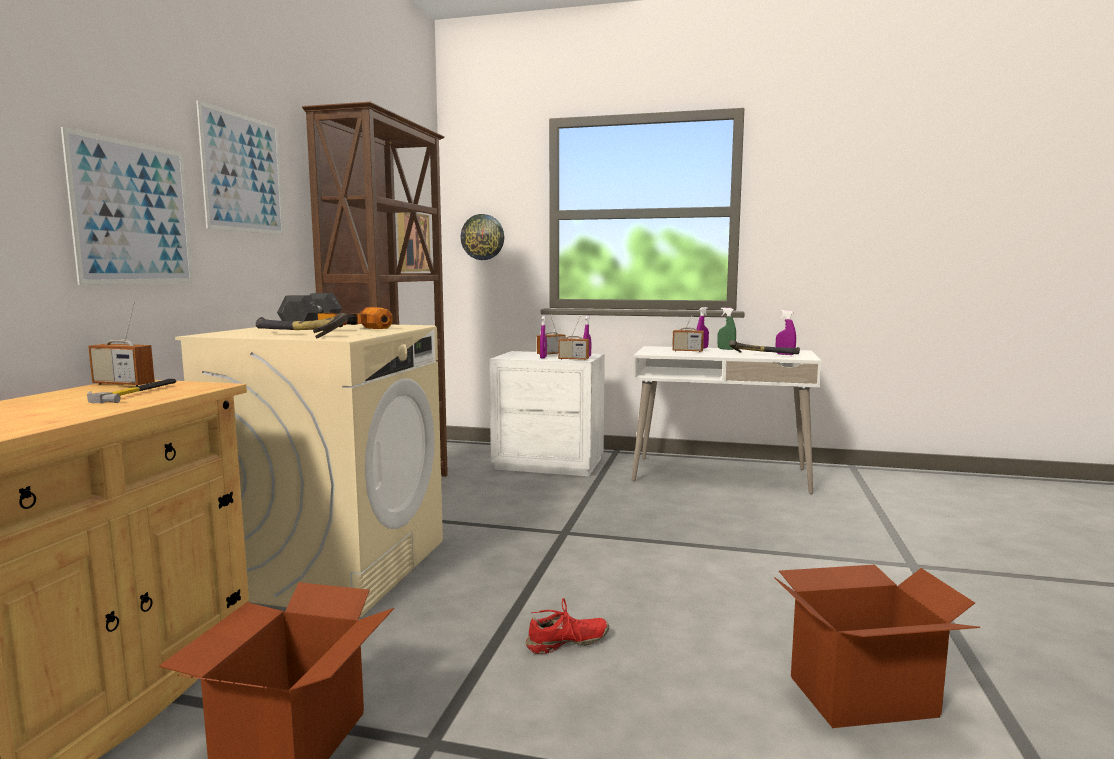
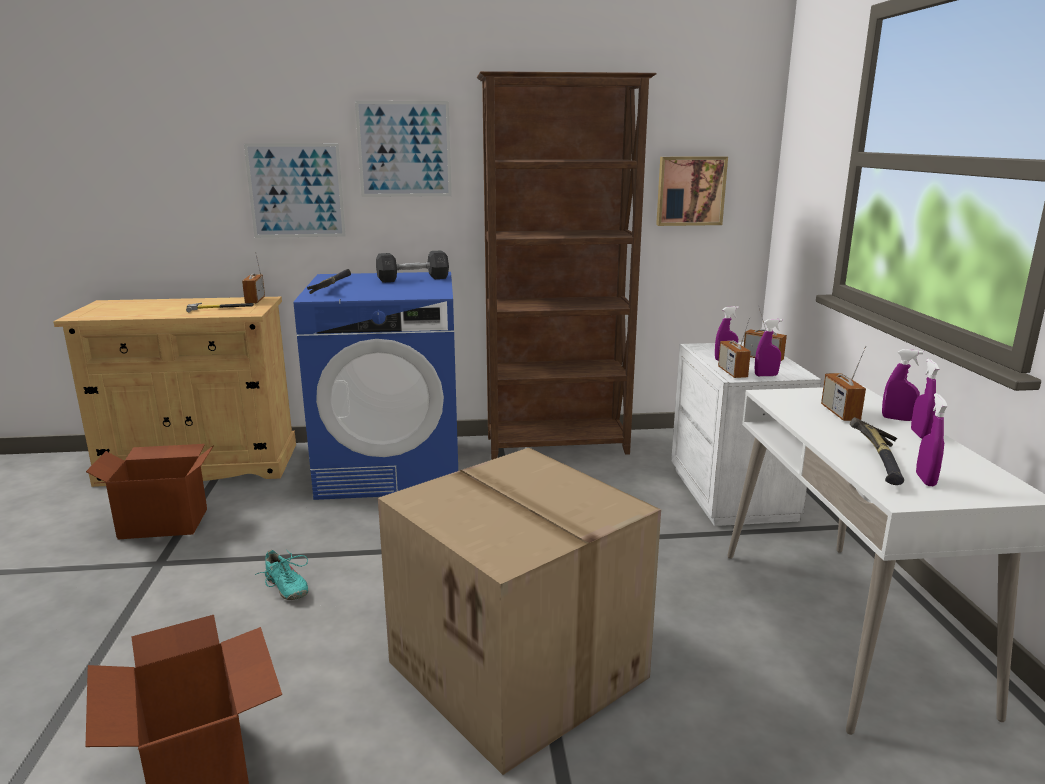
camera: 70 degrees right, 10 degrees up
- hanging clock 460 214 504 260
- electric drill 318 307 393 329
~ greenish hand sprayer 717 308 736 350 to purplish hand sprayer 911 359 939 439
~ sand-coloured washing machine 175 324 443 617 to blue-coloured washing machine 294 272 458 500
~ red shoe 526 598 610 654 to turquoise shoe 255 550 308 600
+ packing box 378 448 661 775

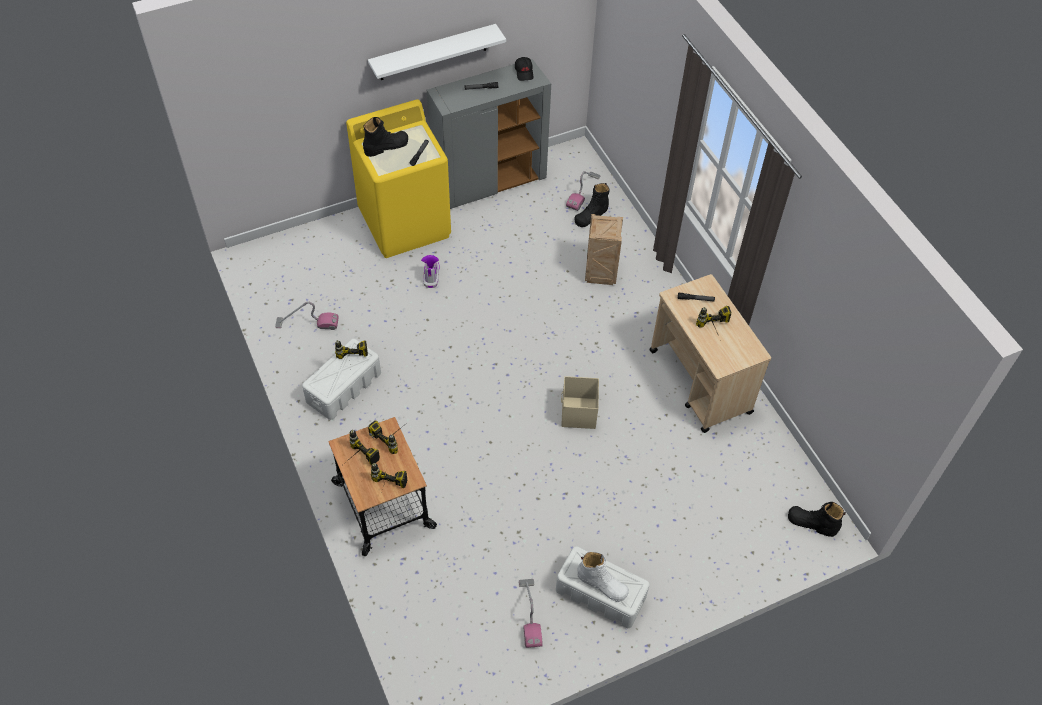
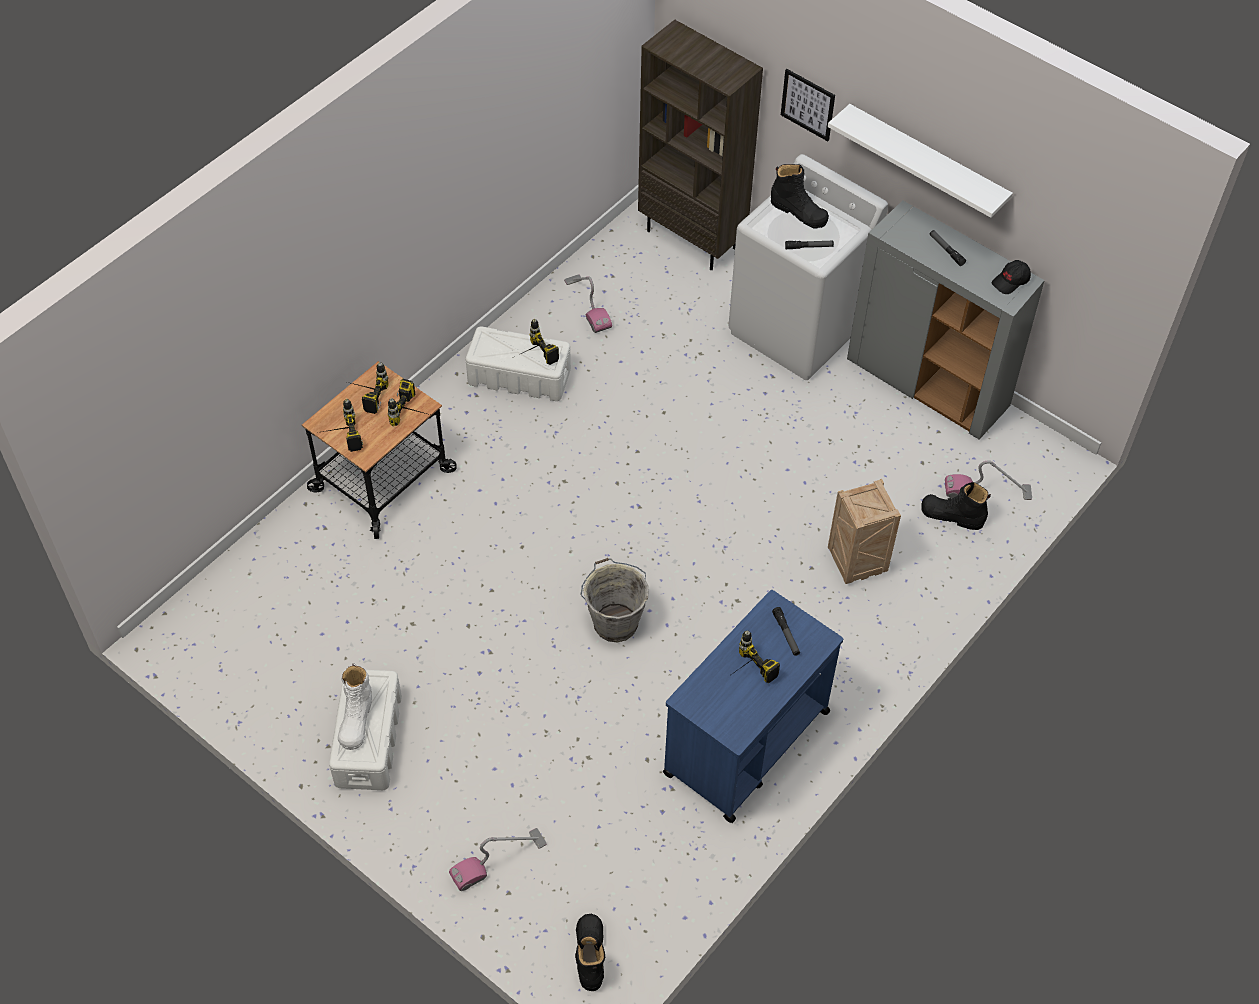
camera: 65 degrees right, 0 degrees up
~ yellowish washing machine 346 99 451 258 to white-coloured washing machine 729 154 888 380
- tall boot 421 255 440 288
~ sand-coloured cart 649 274 771 433 to blue-coloured cart 663 590 843 823
~ sand-coloured storage bin 561 376 599 429 to grey bucket 580 558 649 643
~ vacuum 519 579 543 648 to 449 828 547 891
+ brown-coloured bookshelf 638 20 763 270
+ picture 781 69 835 141

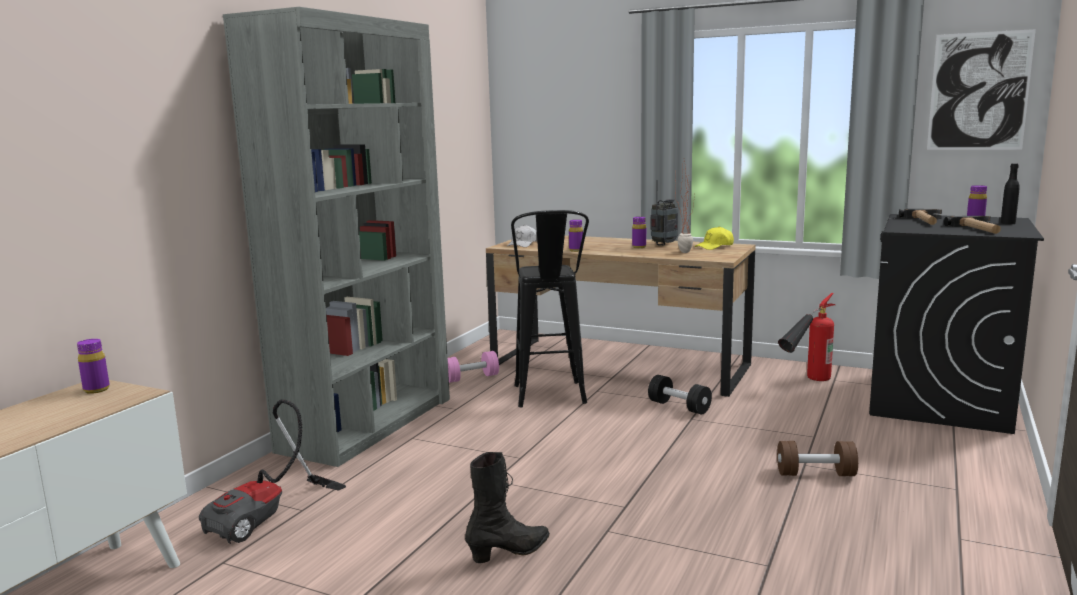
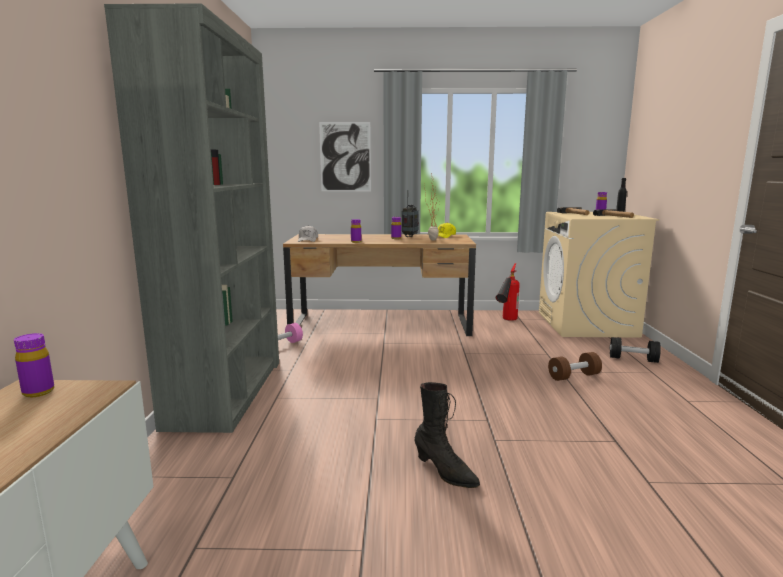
camera: 25 degrees left, 0 degrees up
~ picture 927 29 1036 150 to 319 122 371 191
- blackish stool 511 210 589 408
~ blackish washing machine 869 214 1044 434 to sand-coloured washing machine 539 212 659 338
~ blackish hand weight 648 375 712 415 to 610 337 661 363
- vacuum 199 399 346 544
~ blackish tall boot 465 452 550 563 = 415 382 480 488 105 degrees clockwise

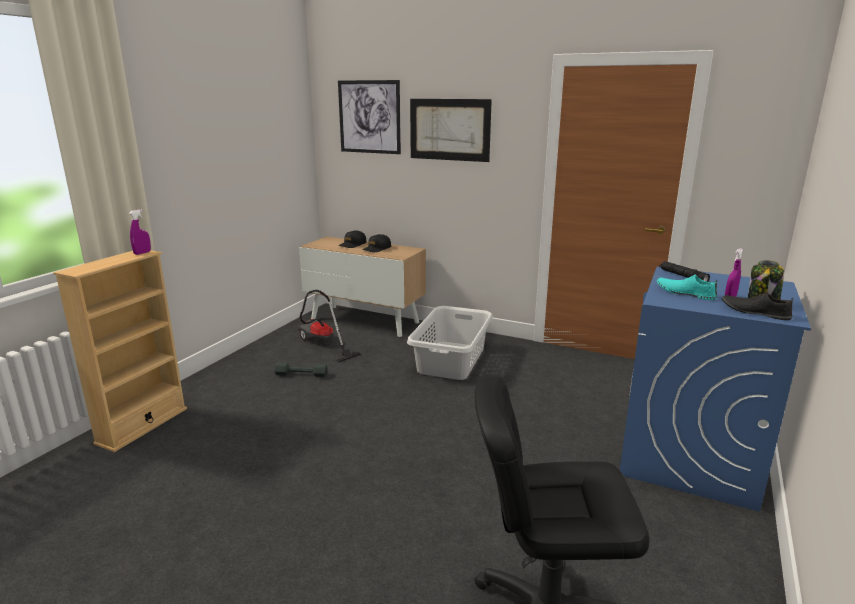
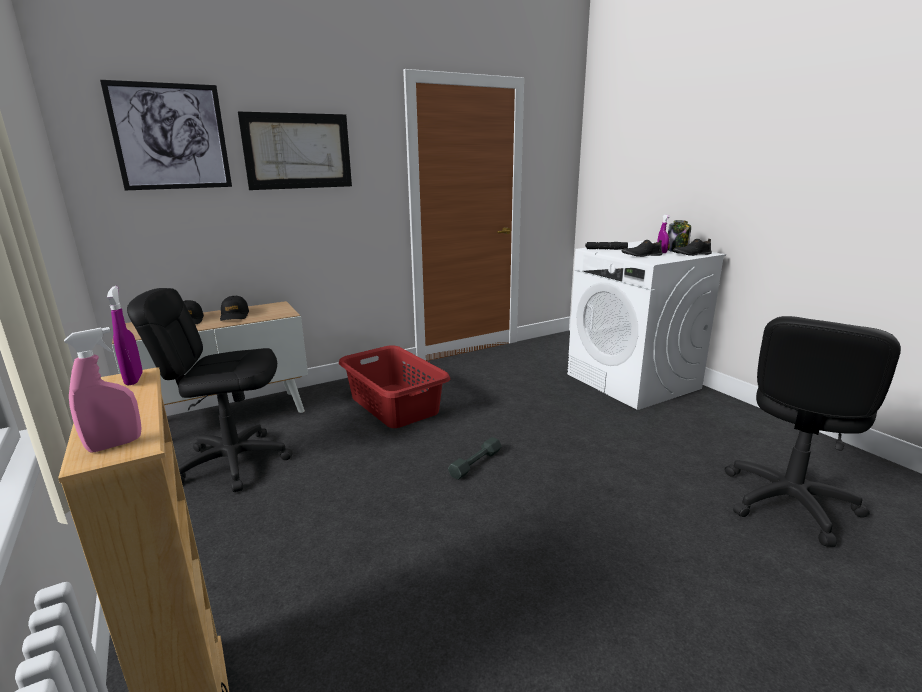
camera: 55 degrees left, 0 degrees up
~ blue-coloured washing machine 620 267 811 512 to white-coloured washing machine 567 241 726 410
~ turquoise shoe 657 275 717 300 to blackish shoe 622 240 663 257
~ vacuum 298 290 361 362 to blackish desk chair 127 288 292 492
~ grey hamper 407 306 493 380 to red hamper 339 345 450 428
~ grey hand weight 274 362 328 377 to 448 437 502 480
+ pink hand sprayer 64 327 142 453

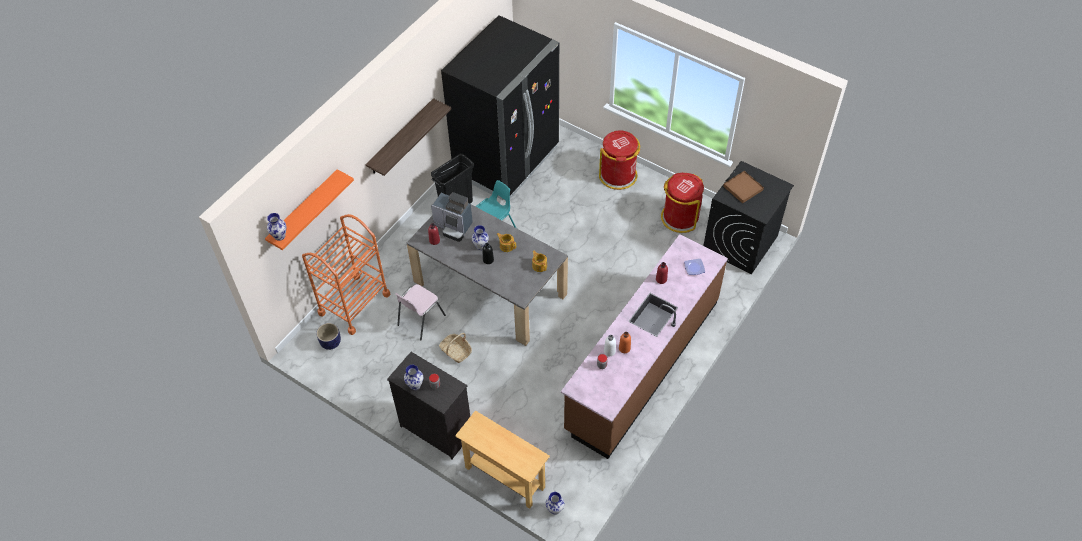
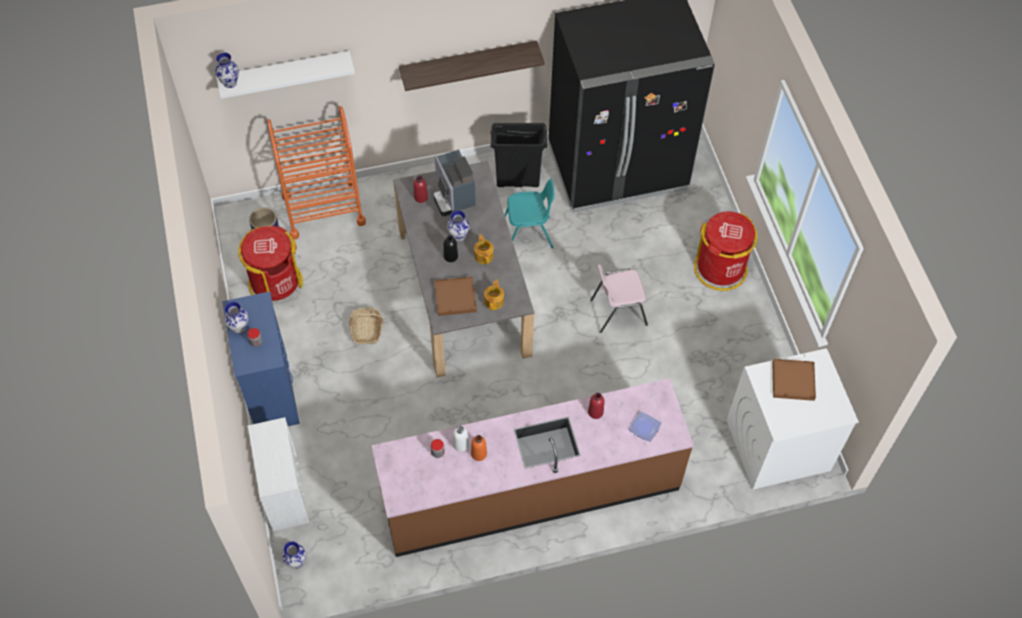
camera: 40 degrees right, 5 degrees up
~ blackish washing machine 703 161 794 274 to white-coloured washing machine 727 348 859 490
~ orange-coloured wall shelf 265 169 354 250 to white-coloured wall shelf 216 51 355 99
~ red waste bin 661 172 704 233 to 238 226 303 301
~ pink plain chair 396 284 446 340 to 590 264 648 333
~ blackish chest of drawers 387 352 470 459 to blue-coloured chest of drawers 222 292 300 426
~ sand-coloured narrow table 455 410 550 509 to white-coloured chest of drawers 247 417 309 531
+ brown-coloured carrying tray 434 277 477 316

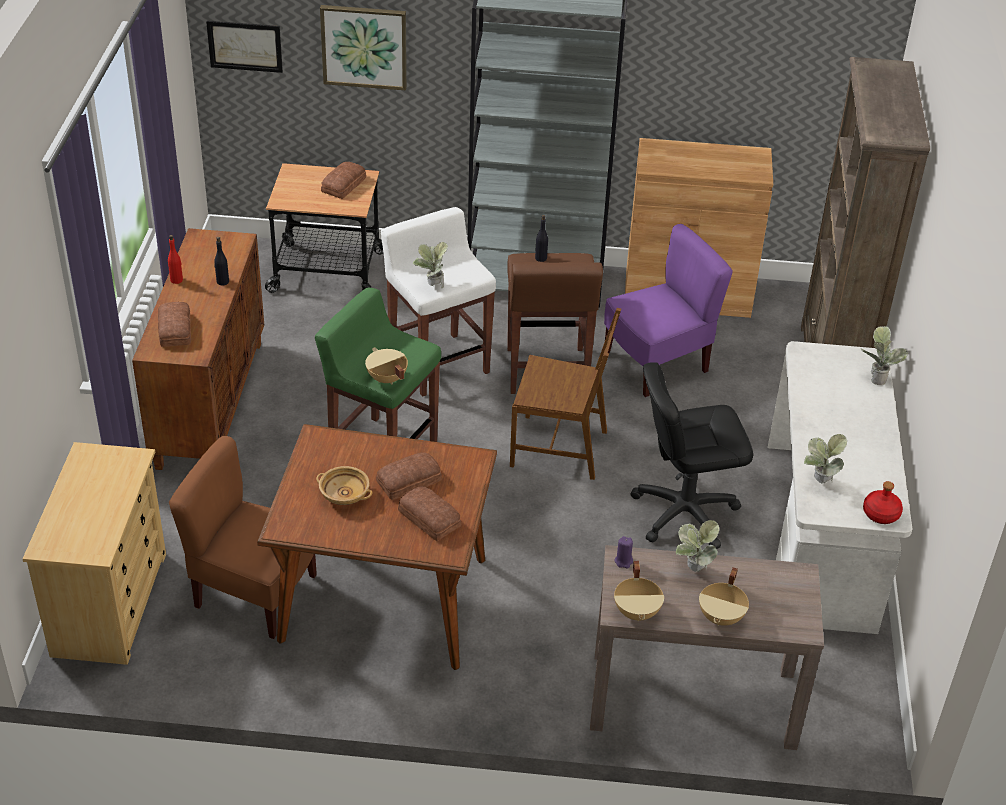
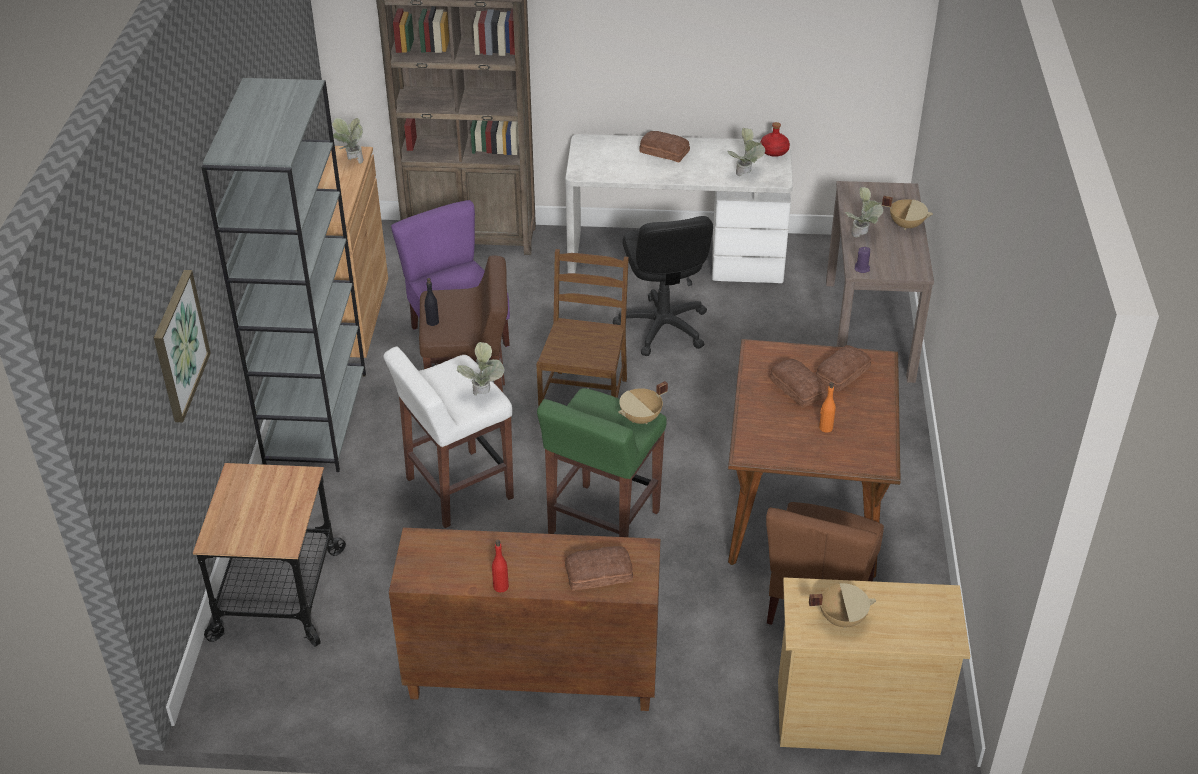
camera: 90 degrees left, 0 degrees up
- picture 206 21 283 73
~ bakery bread 321 162 366 199 to 639 131 690 162
- blackish beverage bottle 214 237 229 285
~ potted plant 860 326 908 385 to 332 118 364 164
~ sand-coloured deep dish 316 466 373 505 to orange-coloured beverage bottle 819 382 836 433
~ sand-coloured cooking pot 614 561 664 621 to 809 583 876 628

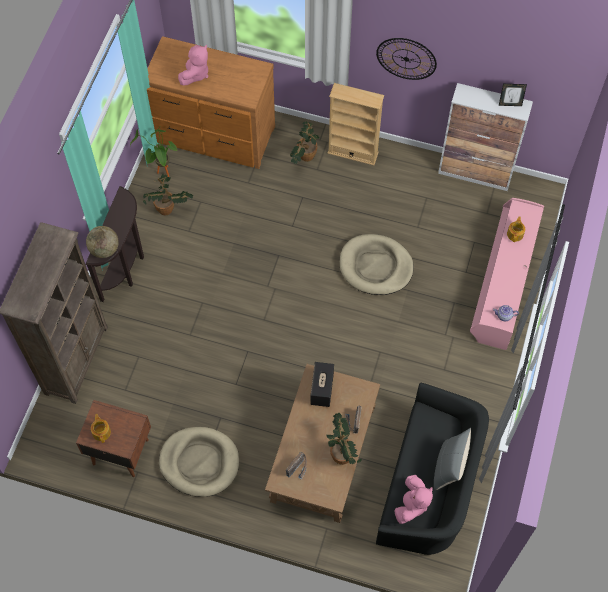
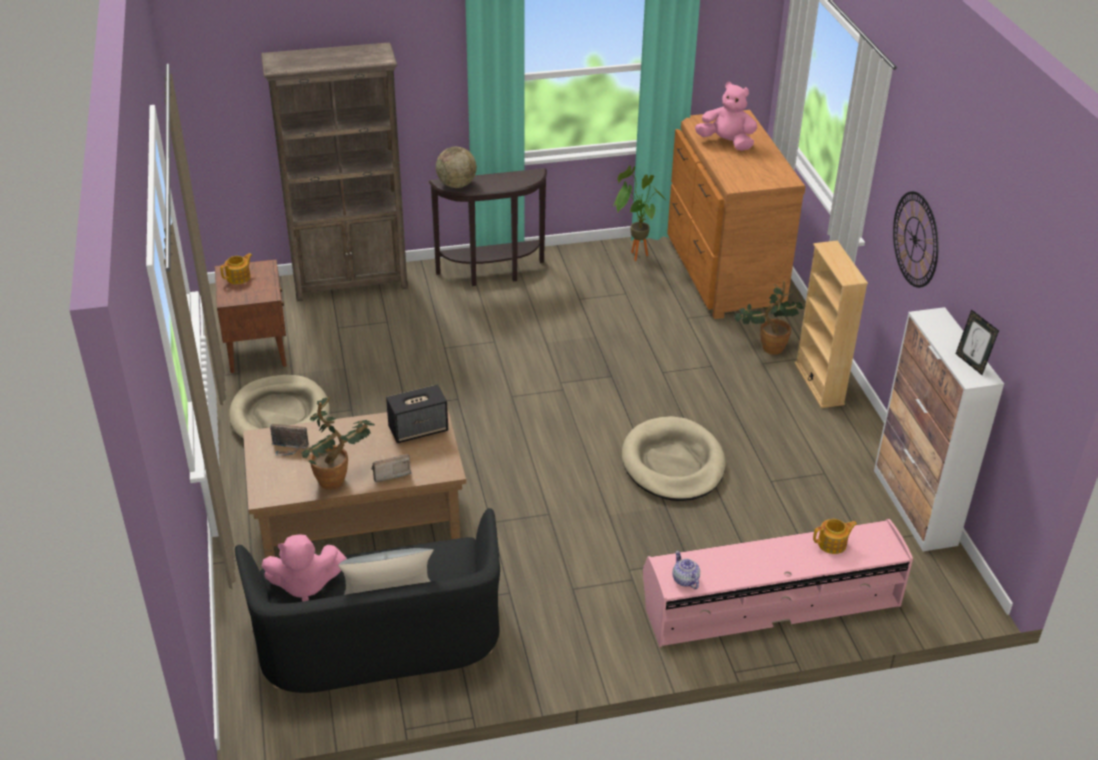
camera: 60 degrees right, 25 degrees down
~ pink plush toy 178 45 208 85 = 695 82 757 151 150 degrees counterclockwise
- potted plant 143 174 193 216

